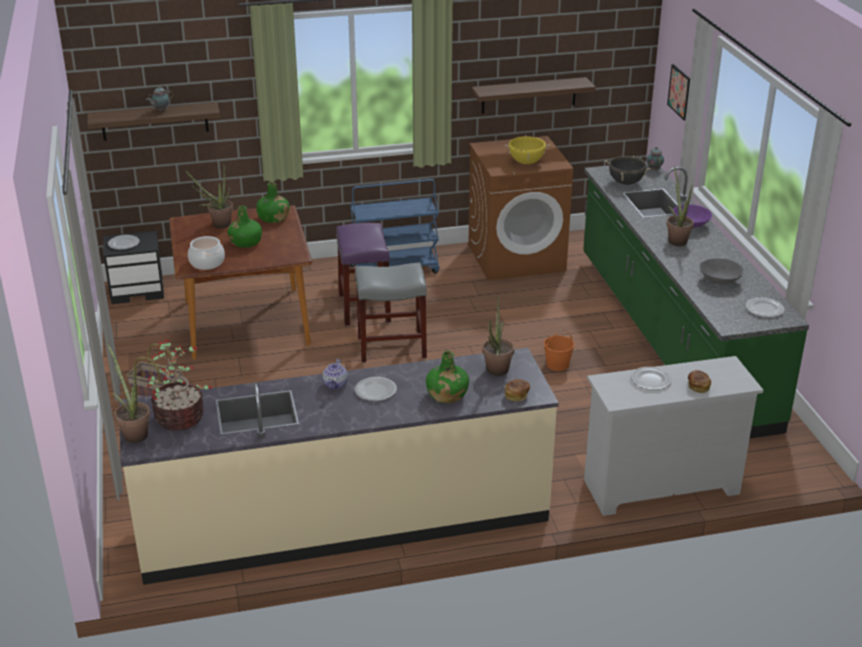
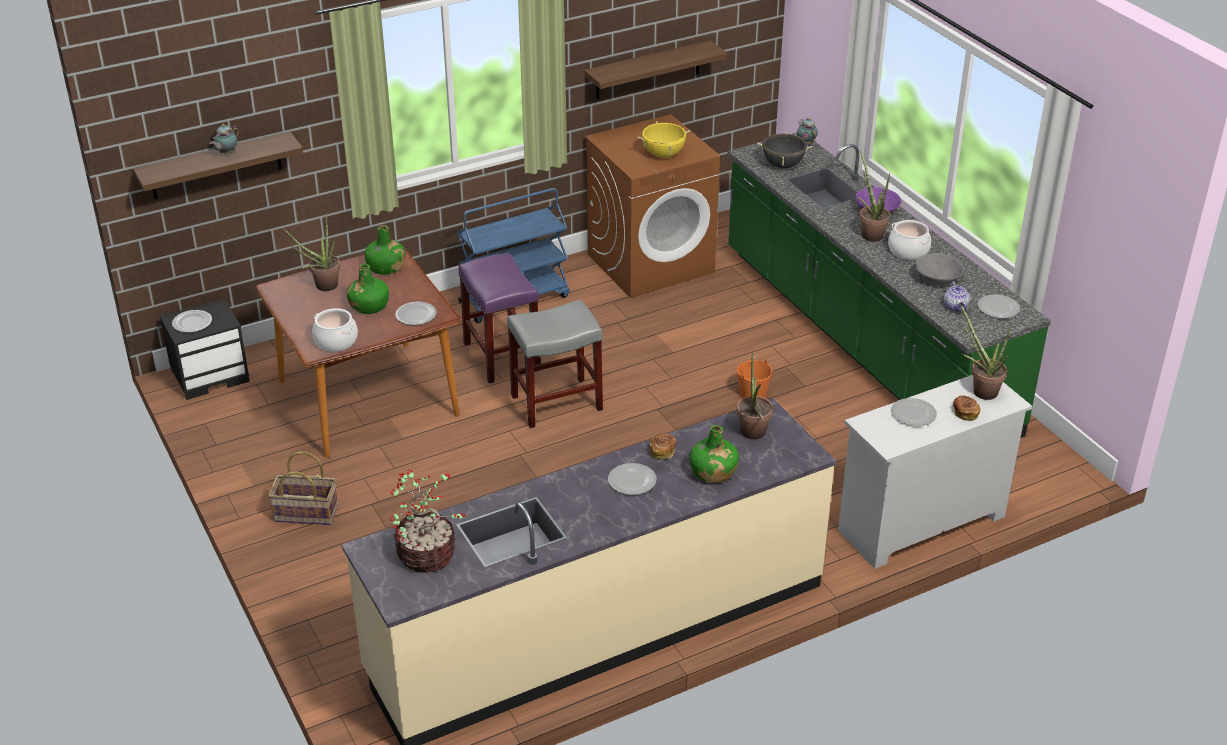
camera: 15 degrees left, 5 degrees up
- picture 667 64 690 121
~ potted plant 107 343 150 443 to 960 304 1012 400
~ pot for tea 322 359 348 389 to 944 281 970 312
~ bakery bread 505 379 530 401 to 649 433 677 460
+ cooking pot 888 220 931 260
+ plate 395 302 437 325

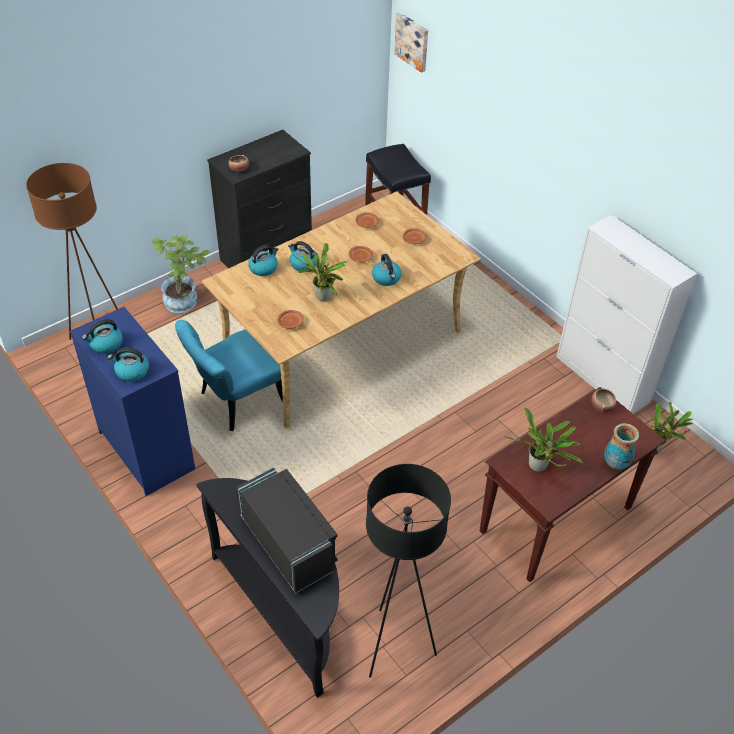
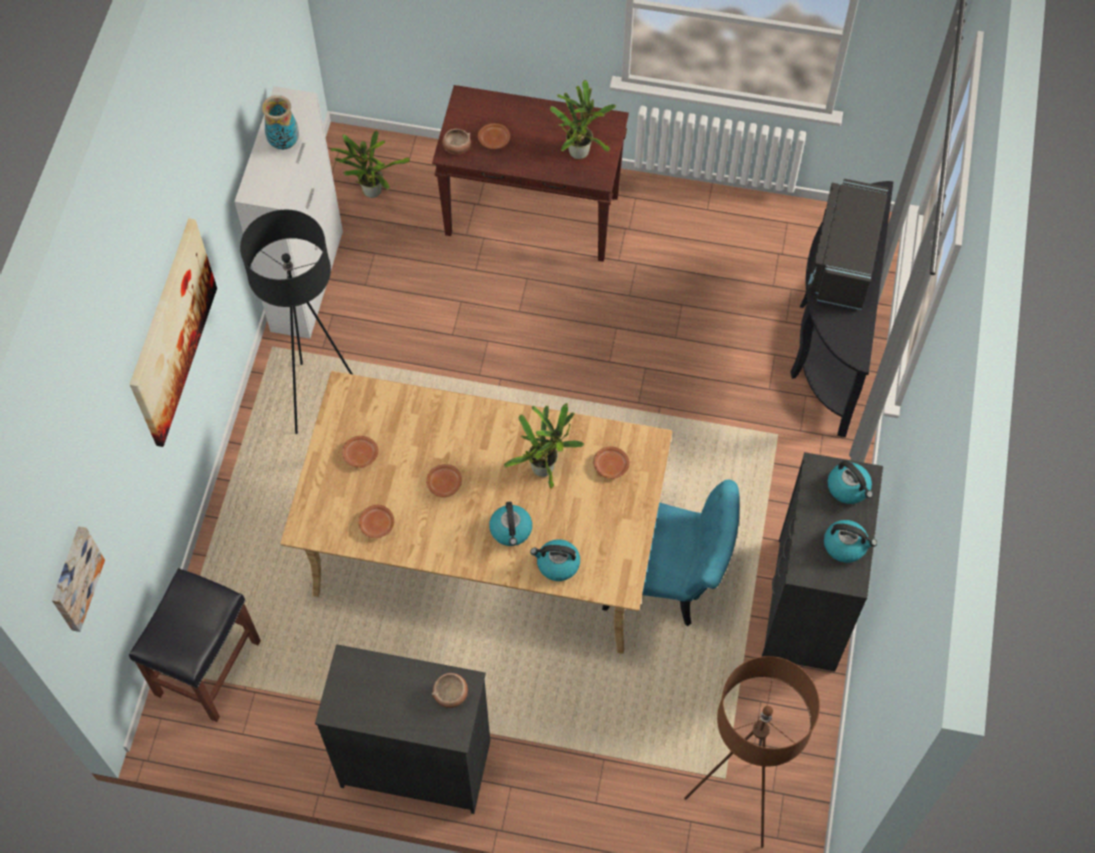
camera: 130 degrees left, 15 degrees up
- potted plant 151 235 210 313
- water kettle 372 254 401 286
~ blue-coloured chest of drawers 70 307 195 496 to blackish chest of drawers 762 452 883 671
~ decorative vase 604 423 639 470 to 262 95 299 150
~ blackish floor lamp 366 464 451 678 to 240 210 353 434
+ brown-coloured plate 478 123 510 149
+ picture 129 218 217 447

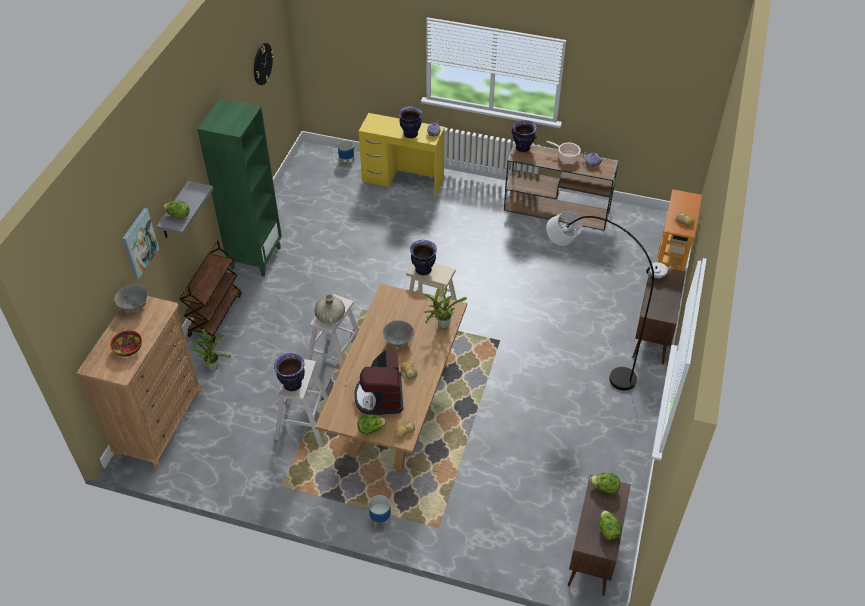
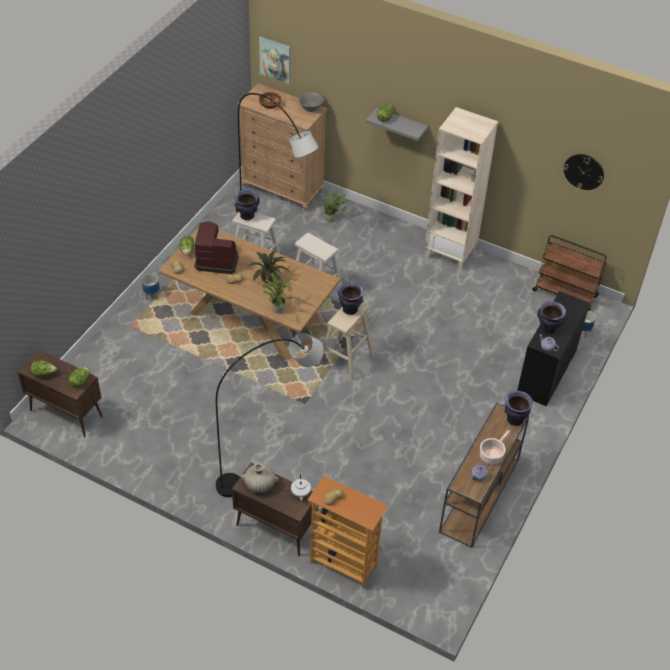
camera: 100 degrees right, 0 degrees up
~ greenish bookshelf 197 99 282 277 to sand-coloured bookshelf 425 107 498 271
~ yellowish desk table 359 113 445 198 to blackish desk table 517 291 590 406
~ picture 122 208 159 279 to 259 36 291 84
~ brown-coloured cart 179 240 241 342 to 532 235 607 311
~ sand-coloured decorative vase 314 293 345 324 to 241 463 279 493
~ grey deep dish 383 320 414 347 to potted plant 249 250 289 285
+ grey floor lamp 236 93 318 213

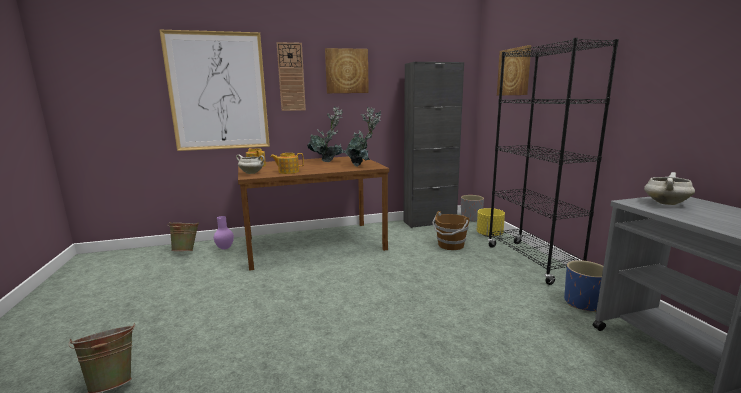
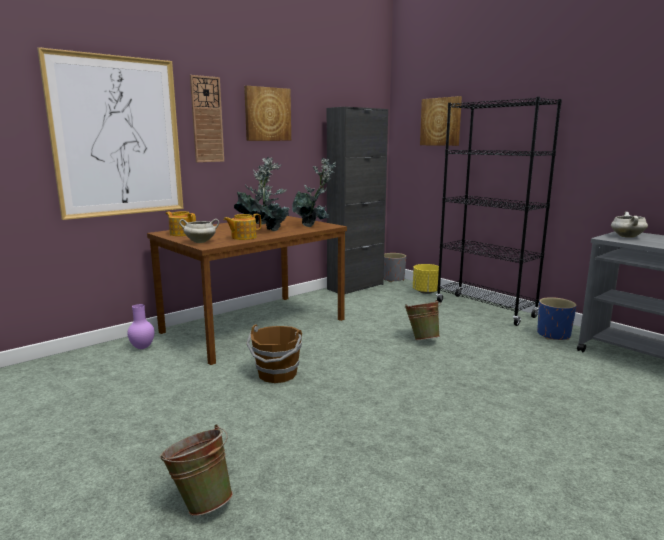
camera: 25 degrees left, 0 degrees up
~ brown-coloured bucket 432 211 469 250 to 246 324 302 383
~ greenish bucket 167 222 199 251 to 405 300 441 340
+ potted plant 249 158 289 231

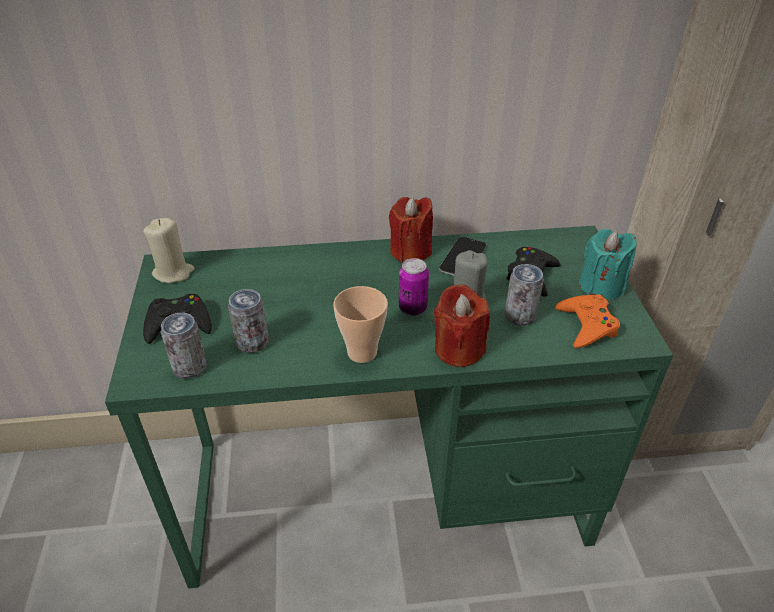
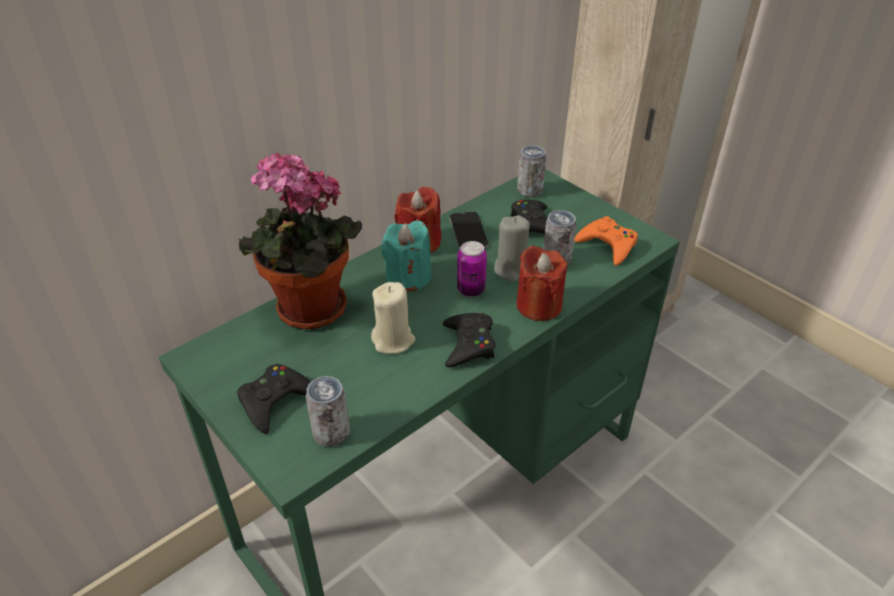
camera: 35 degrees left, 0 degrees up
~ sand-coloured wax light 143 218 194 283 to 371 282 415 354
~ turquoise wax light 579 229 637 300 to 381 220 432 292
~ drinking cup 333 286 388 363 to blackish gamepad 443 313 496 367
~ sealed can 228 289 269 353 to 517 145 546 197
+ potted plant 238 152 362 330

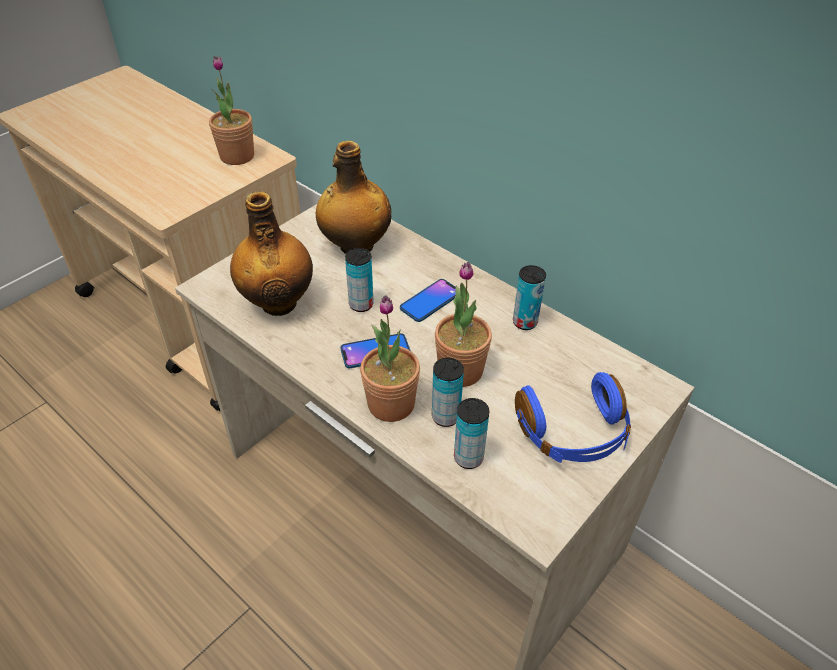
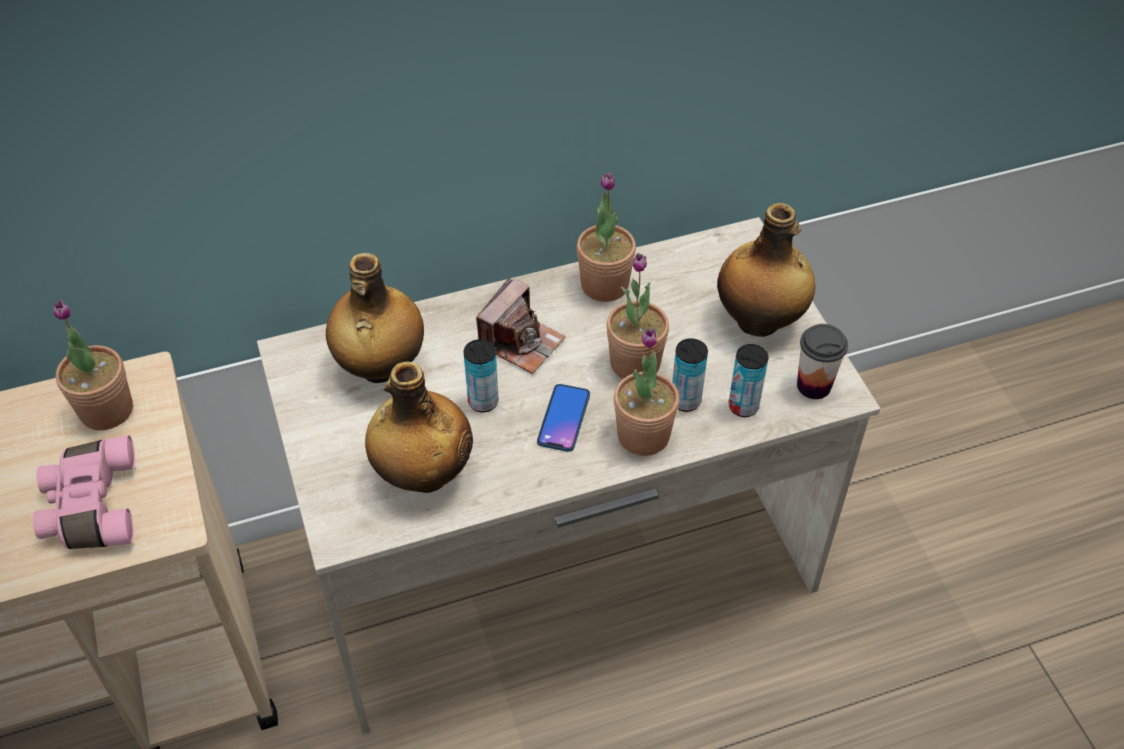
camera: 60 degrees left, 5 degrees up
~ sealed can 513 265 546 330 to potted plant 577 172 636 302
~ telephone 400 279 456 322 to still camera 476 277 566 374
~ blue-coloured headset 515 372 631 463 to beverage bottle 717 203 815 337
+ drinking cup 797 324 848 399
+ pink pair of binoculars 33 435 136 549

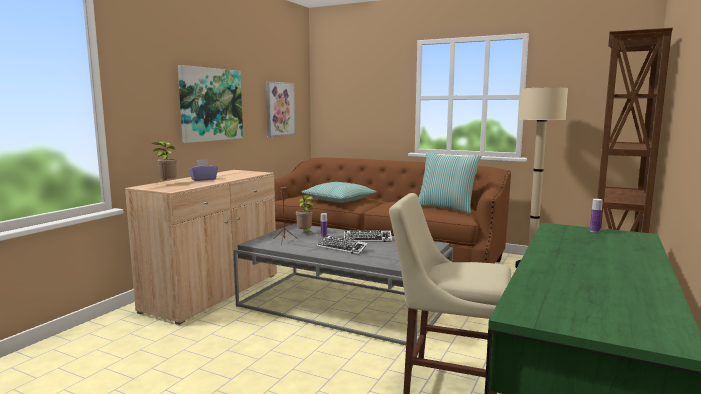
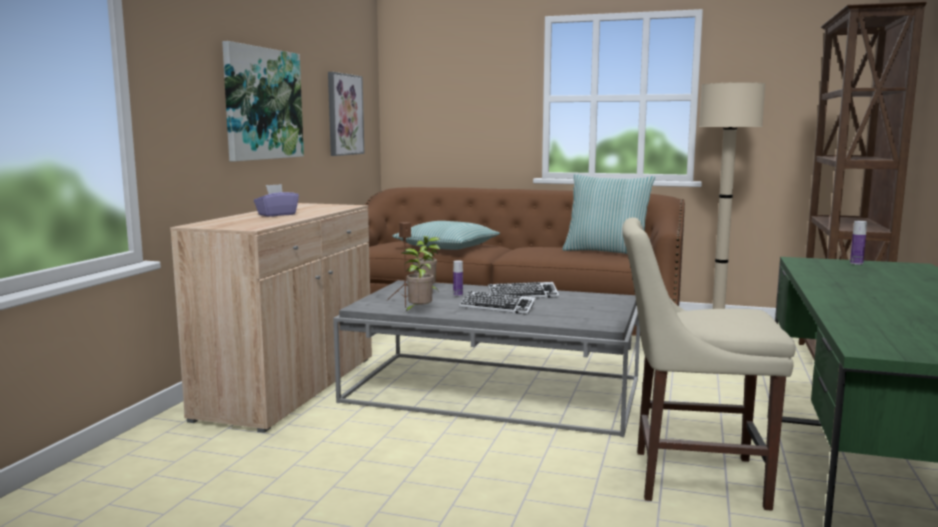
camera: 10 degrees left, 0 degrees up
~ potted plant 152 141 177 182 to 402 248 434 312

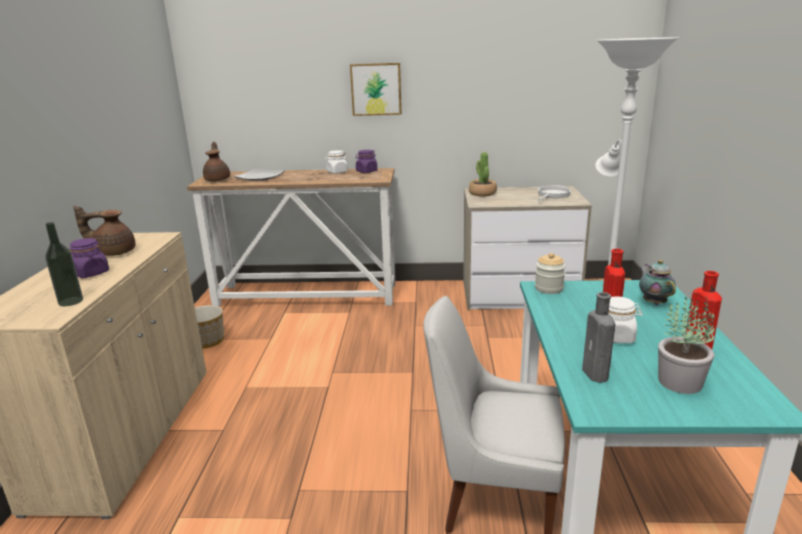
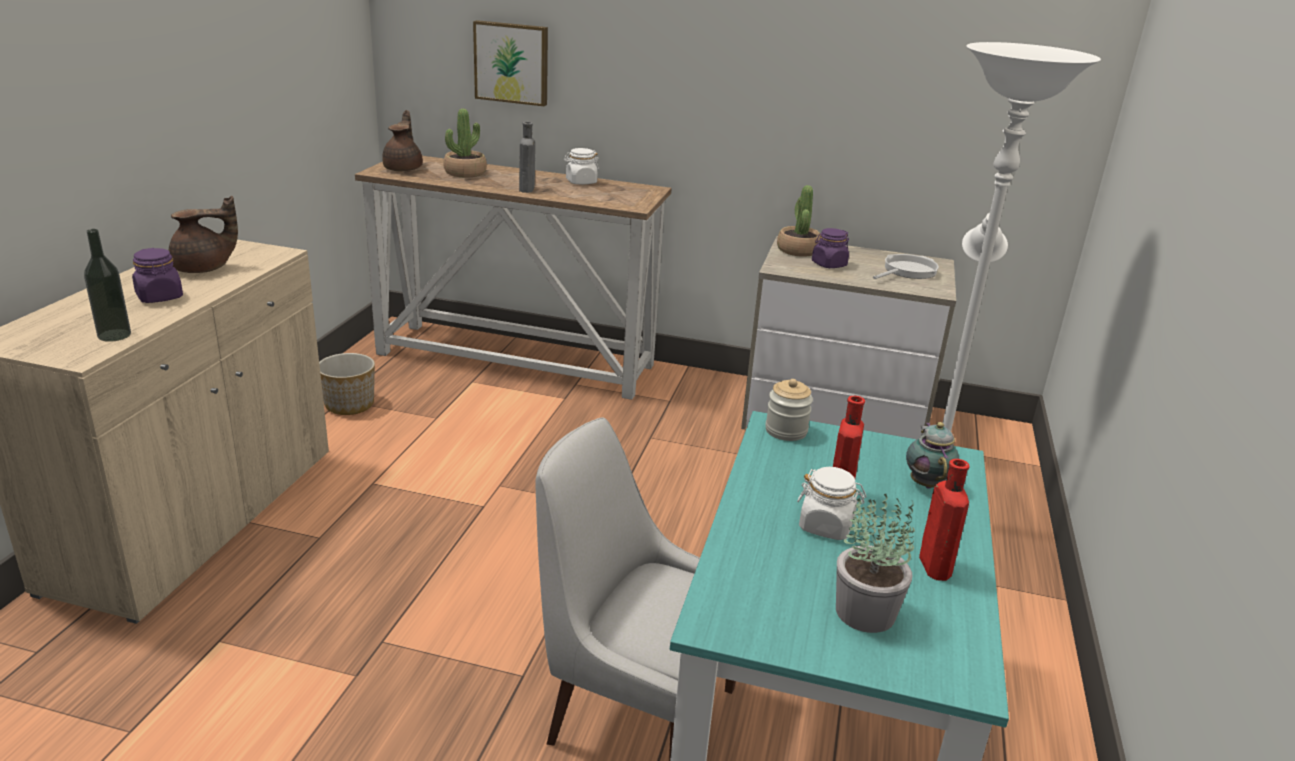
camera: 10 degrees right, 5 degrees up
~ picture 350 63 402 116 to 473 20 548 106
~ purplish storage jar 355 150 377 173 to 812 228 849 268
~ plate 234 169 285 180 to potted plant 443 108 487 178
~ brown-coloured pot for tea 73 206 136 256 = 168 196 238 273 150 degrees clockwise
~ grey beverage bottle 582 292 615 383 to 519 122 535 193

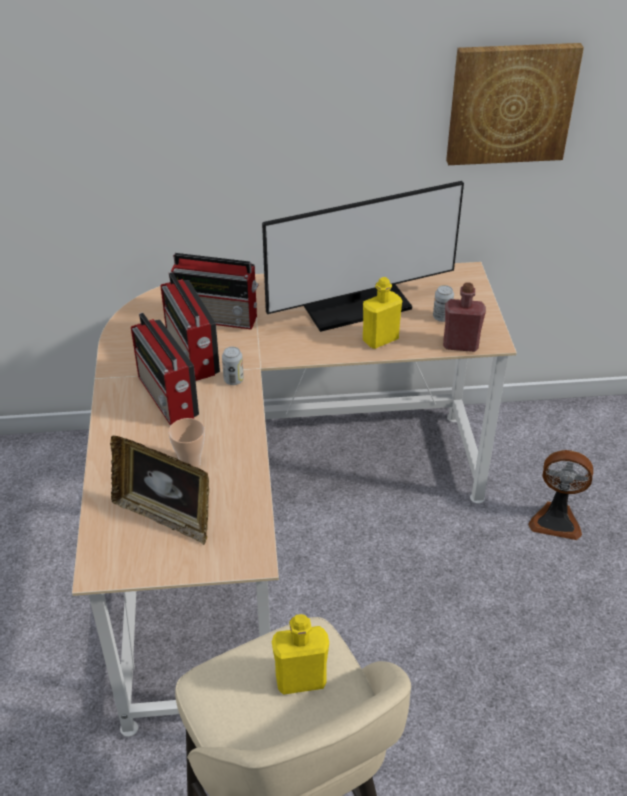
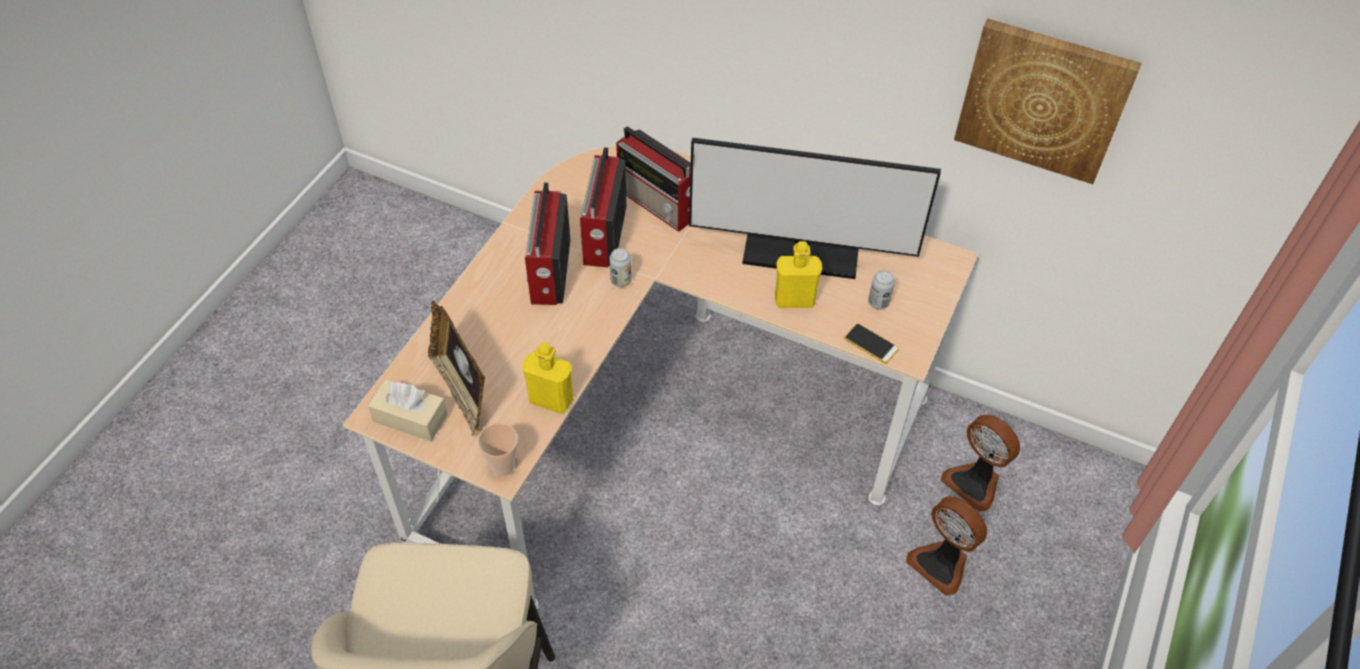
camera: 30 degrees right, 10 degrees up
~ red beverage bottle 443 282 486 352 to telephone 844 324 899 363
~ drinking cup 168 418 205 468 to 478 423 518 476
~ yellowish beverage bottle 272 614 329 695 to 523 342 573 414
+ sand-coloured tissue holder 368 379 448 441
+ fan 941 414 1020 512

